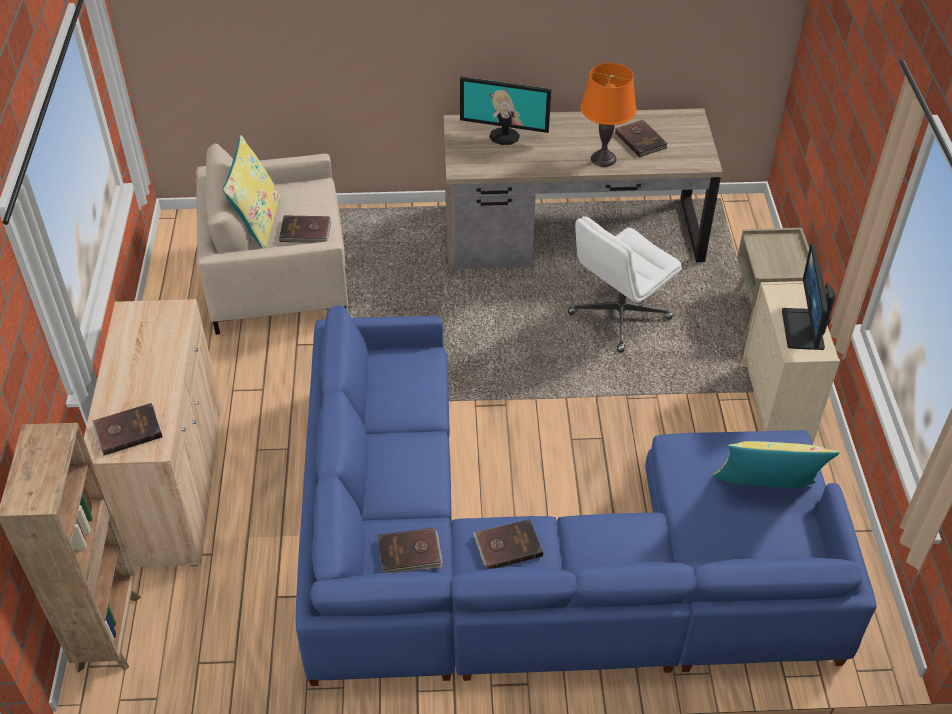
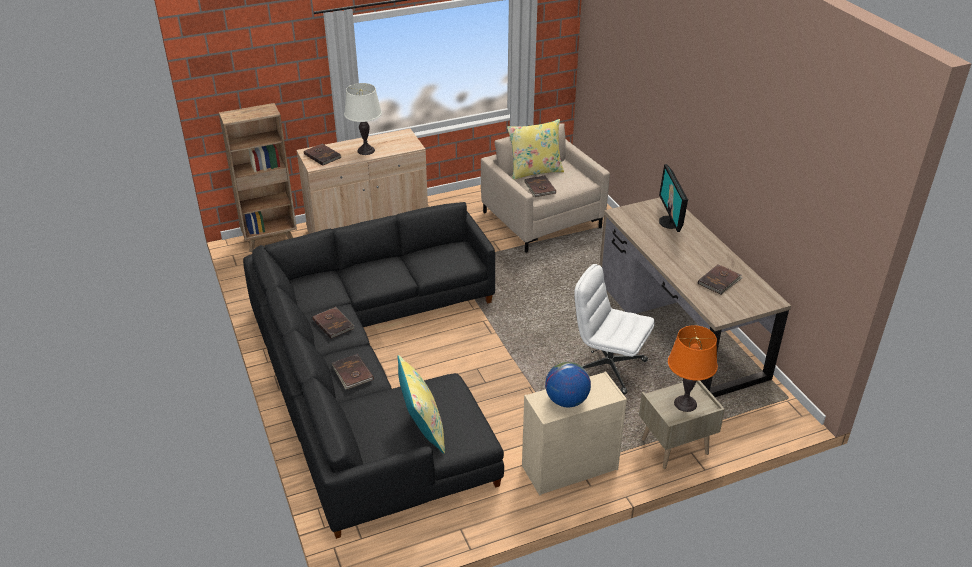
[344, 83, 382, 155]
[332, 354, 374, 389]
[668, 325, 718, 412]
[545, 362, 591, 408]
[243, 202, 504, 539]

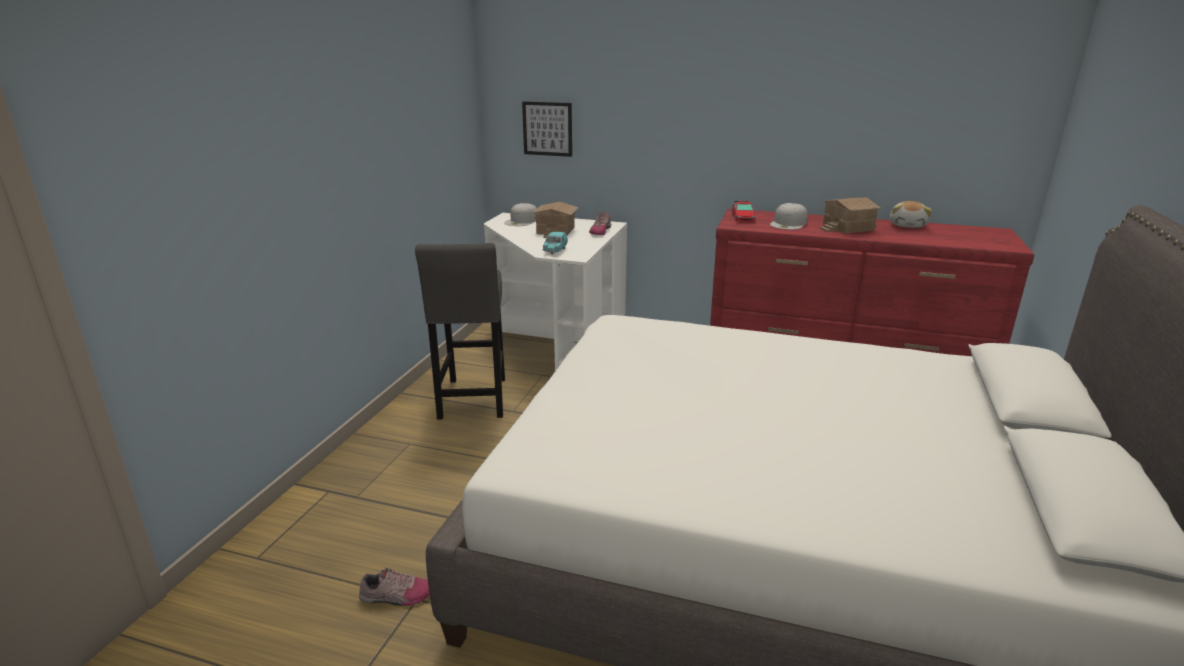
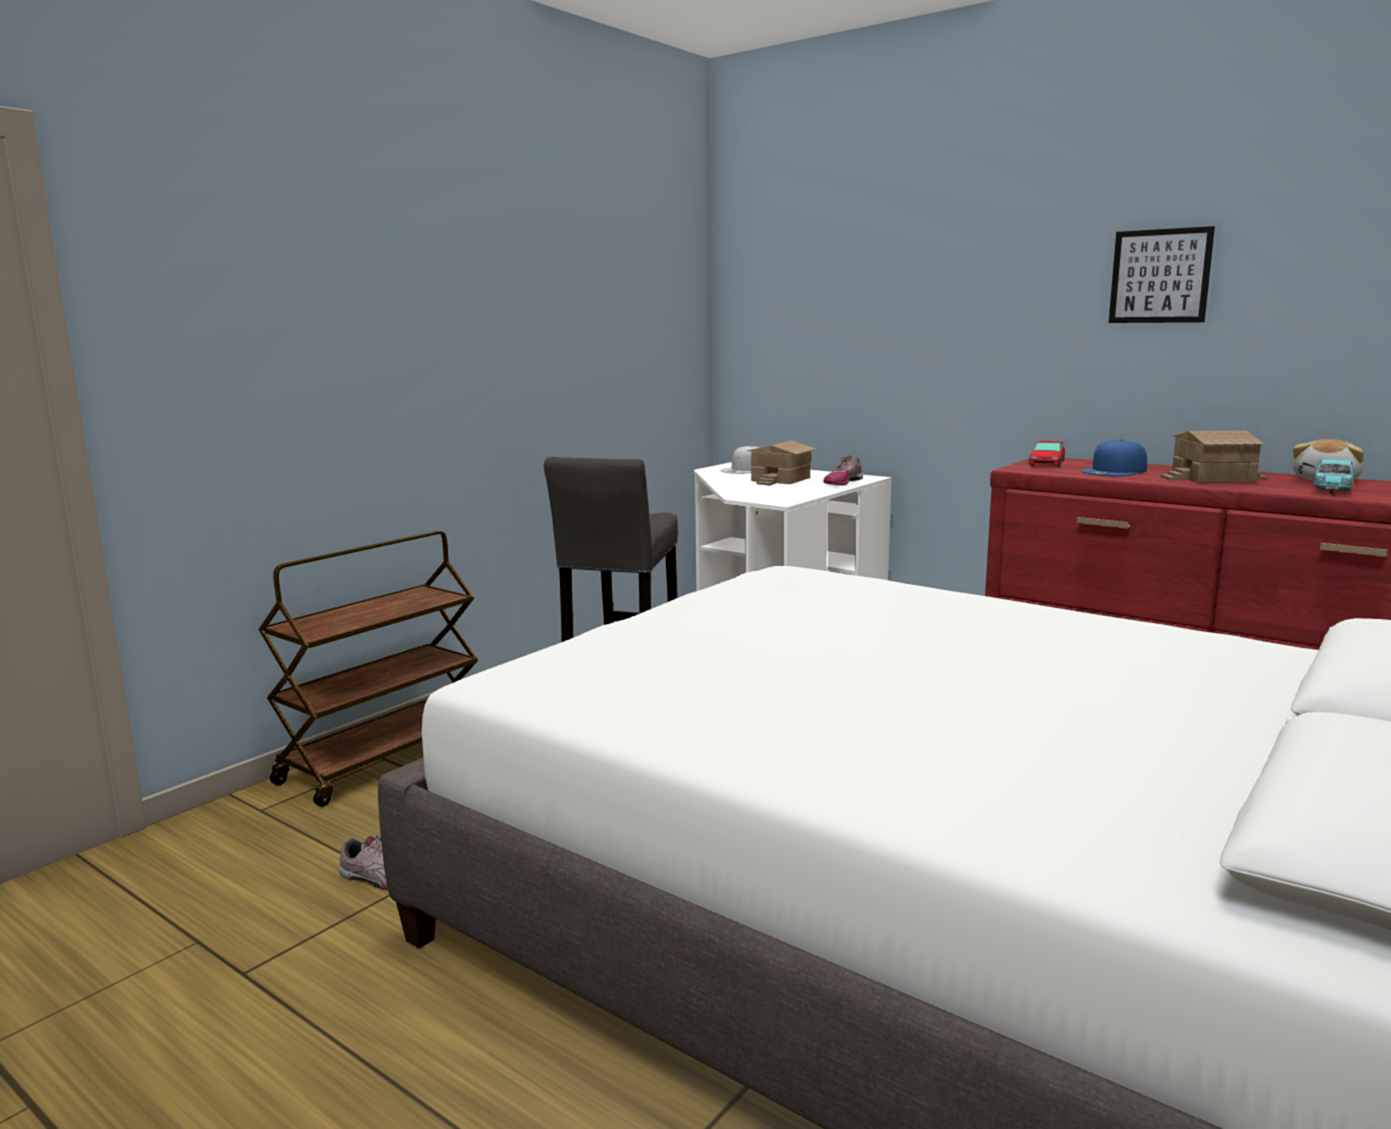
[258, 531, 479, 807]
[1109, 226, 1215, 323]
[1314, 459, 1354, 494]
[1081, 440, 1147, 476]

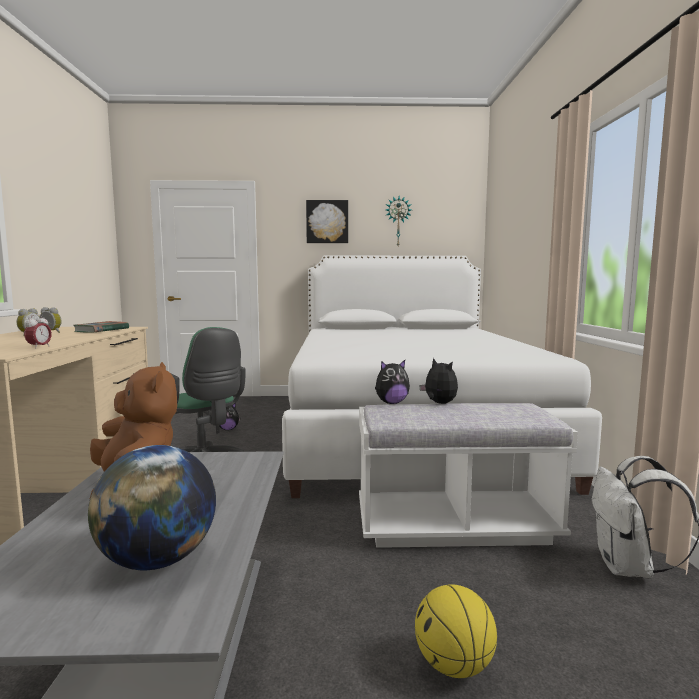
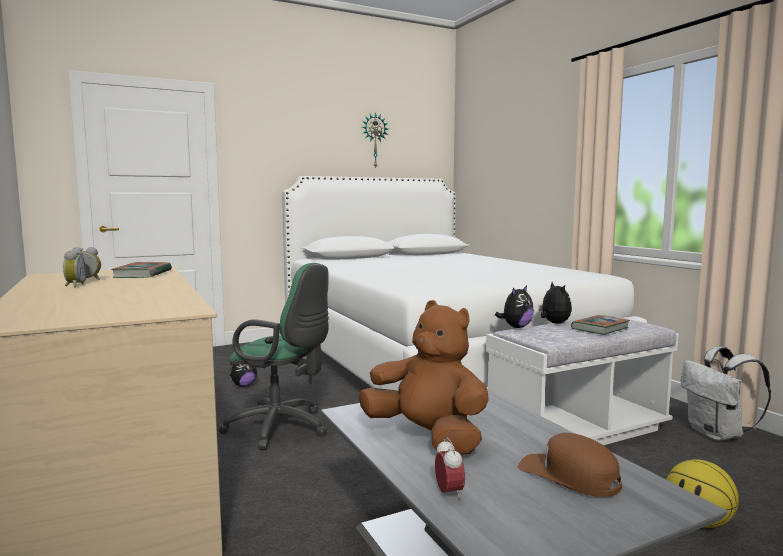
[306, 200, 348, 243] (first image)
[571, 315, 630, 335]
[435, 437, 465, 500]
[518, 433, 622, 497]
[538, 282, 572, 324]

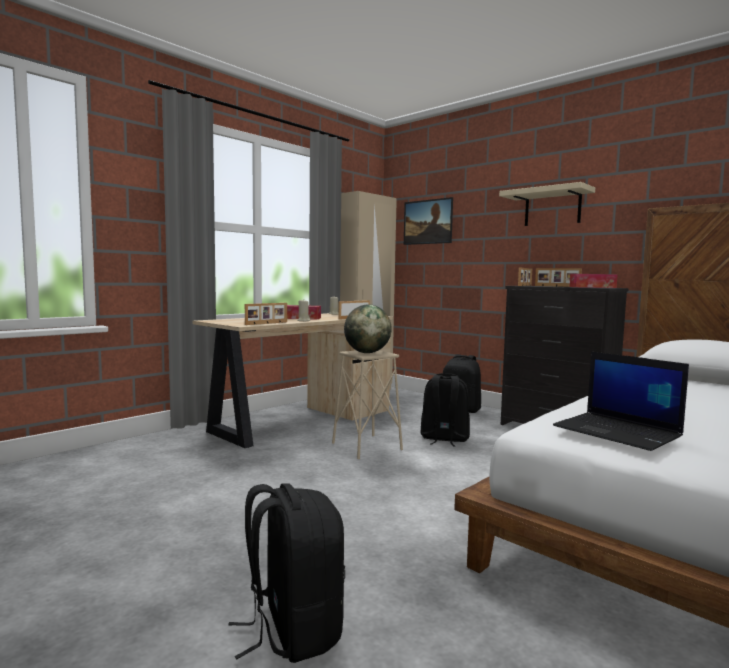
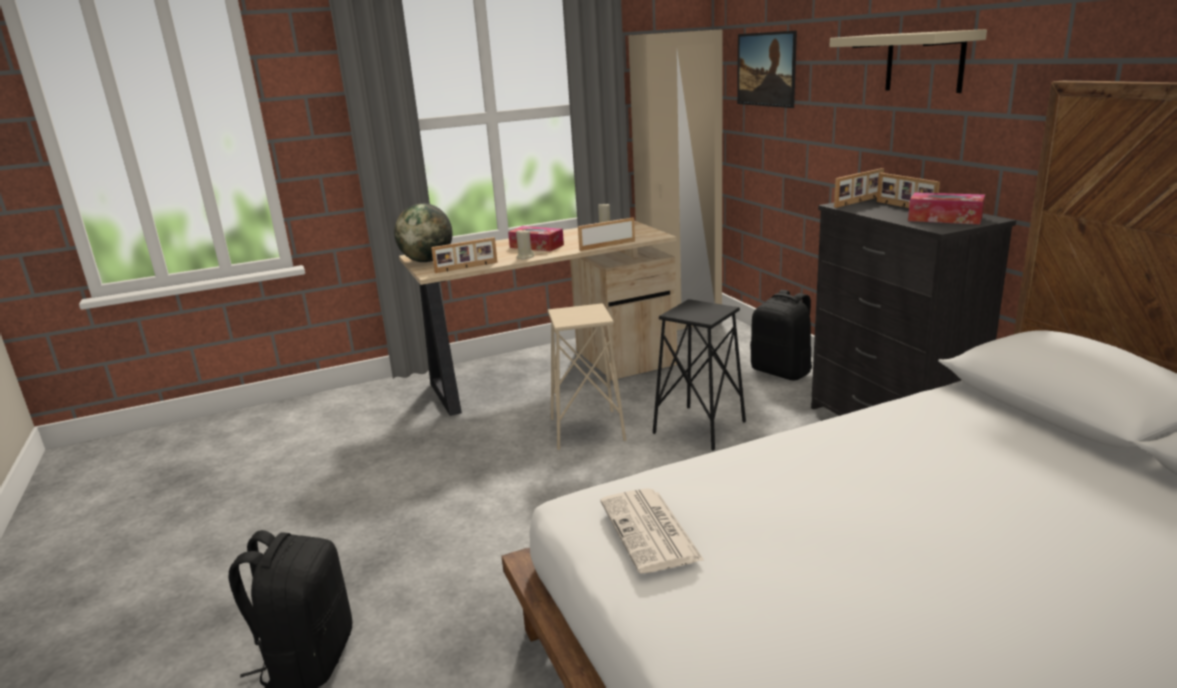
[394, 203, 453, 262]
[653, 299, 746, 451]
[600, 488, 704, 573]

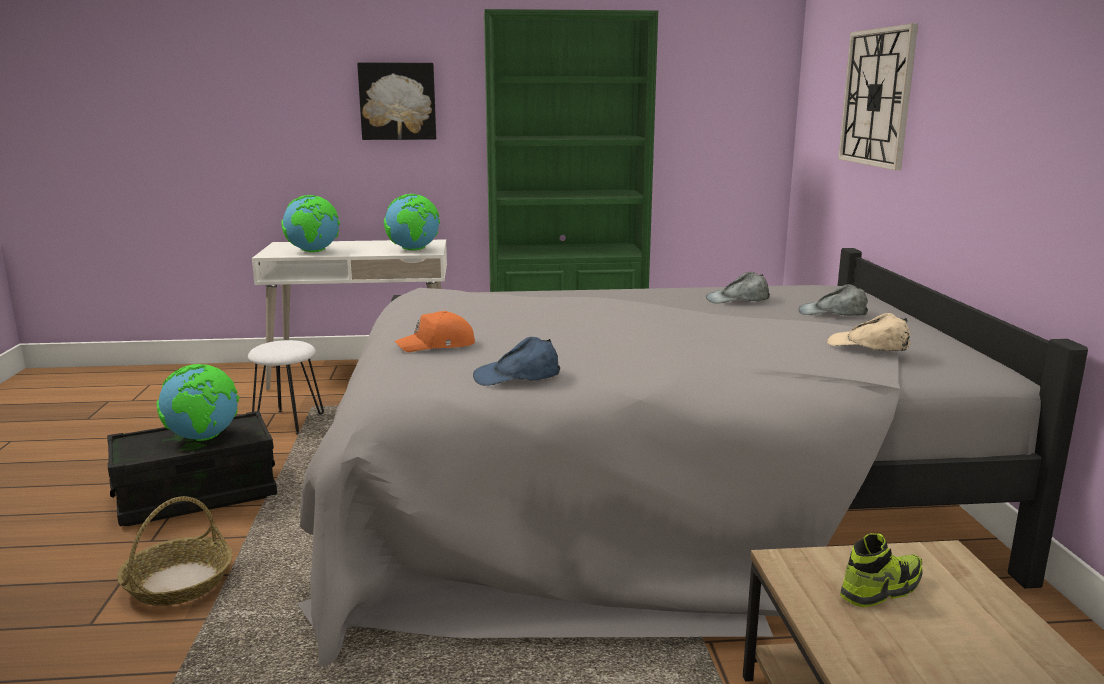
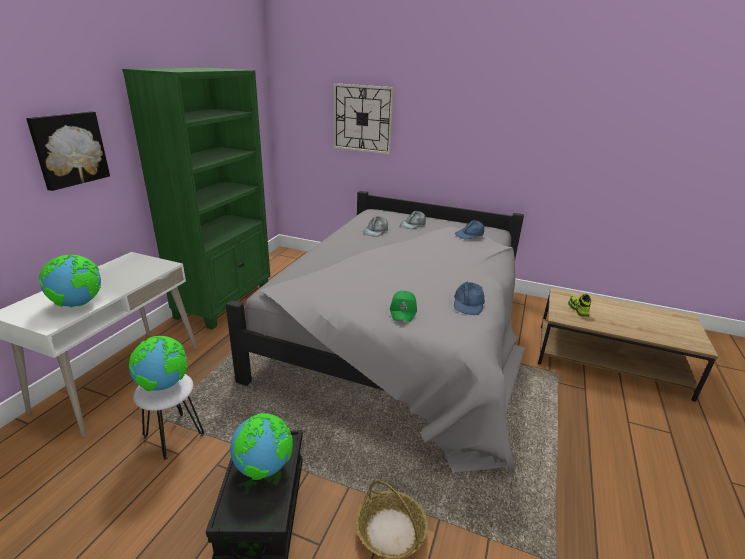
[129, 336, 188, 391]
[390, 291, 417, 322]
[455, 220, 484, 240]

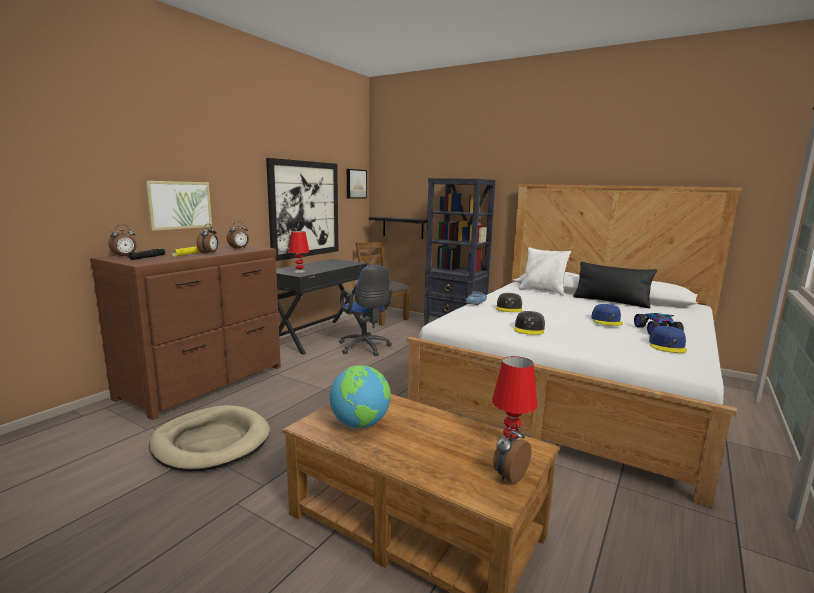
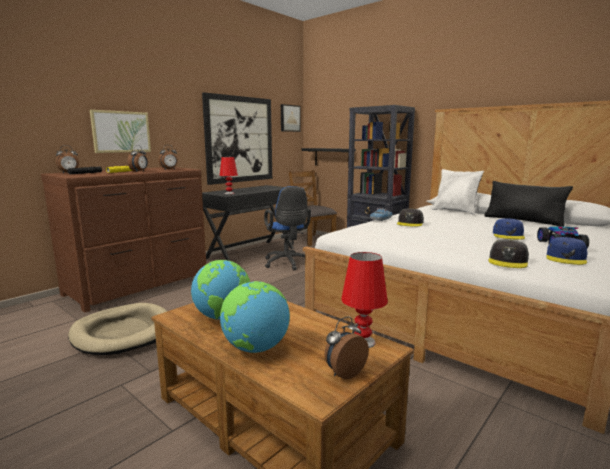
[220, 281, 290, 353]
[488, 240, 529, 268]

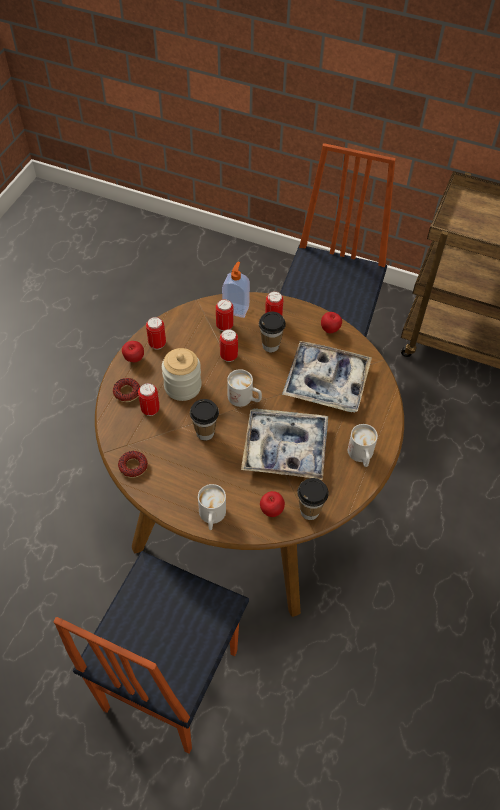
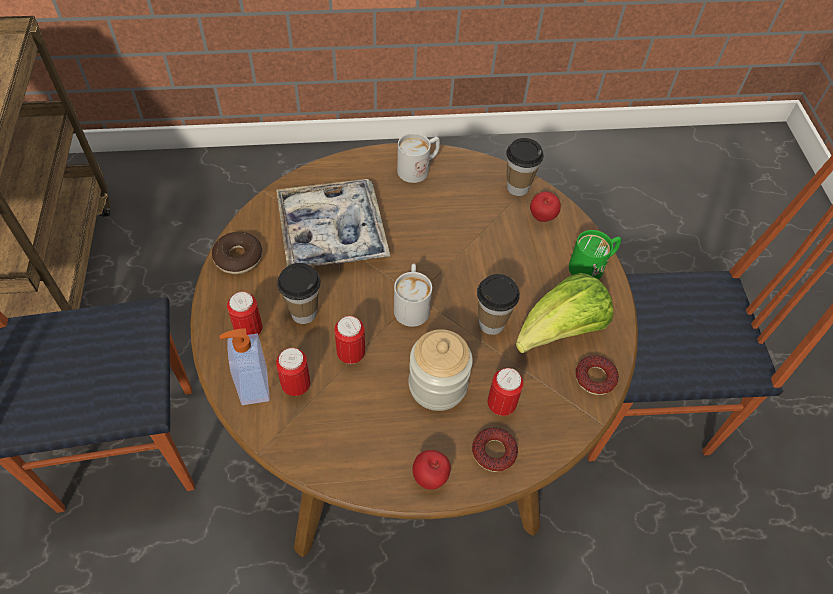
[146, 317, 166, 350] (first image)
[241, 408, 328, 480] (first image)
[516, 273, 614, 353]
[212, 232, 262, 274]
[569, 230, 621, 280]

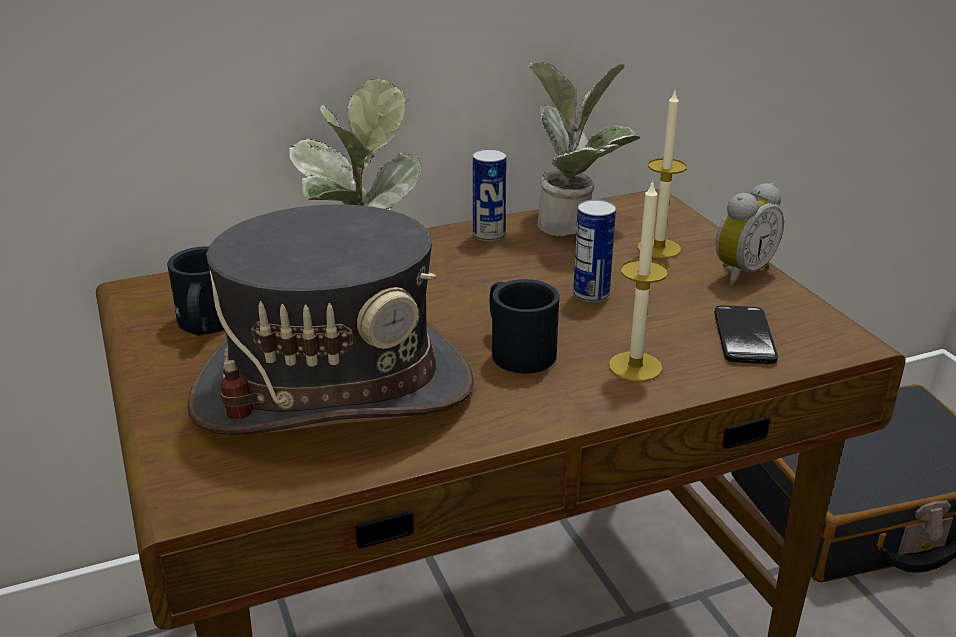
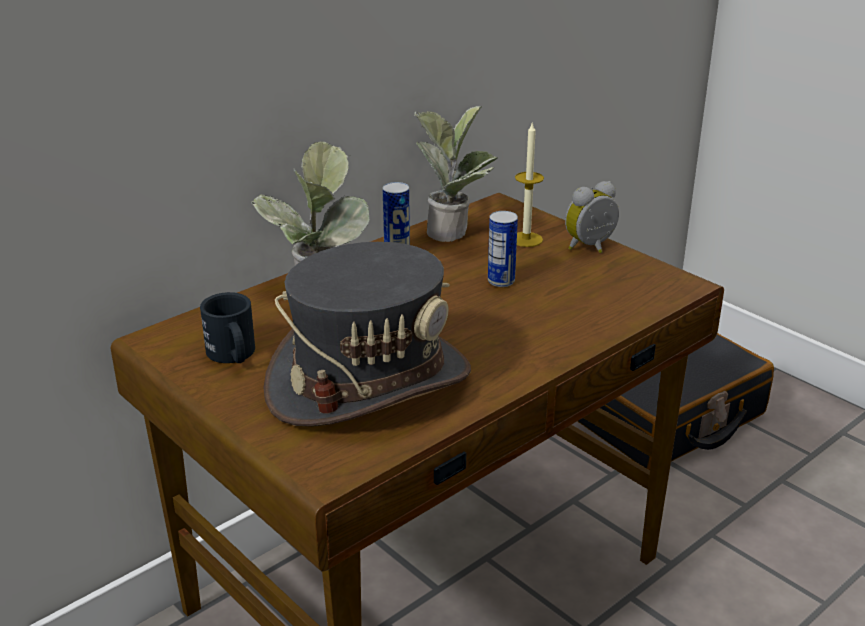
[490, 279, 560, 373] (first image)
[609, 180, 669, 382] (first image)
[714, 305, 778, 364] (first image)
[565, 181, 619, 253]

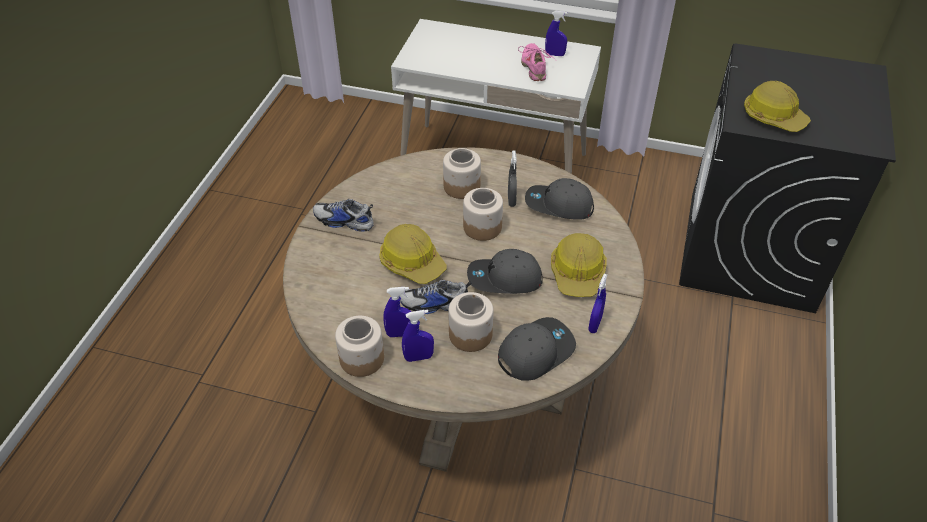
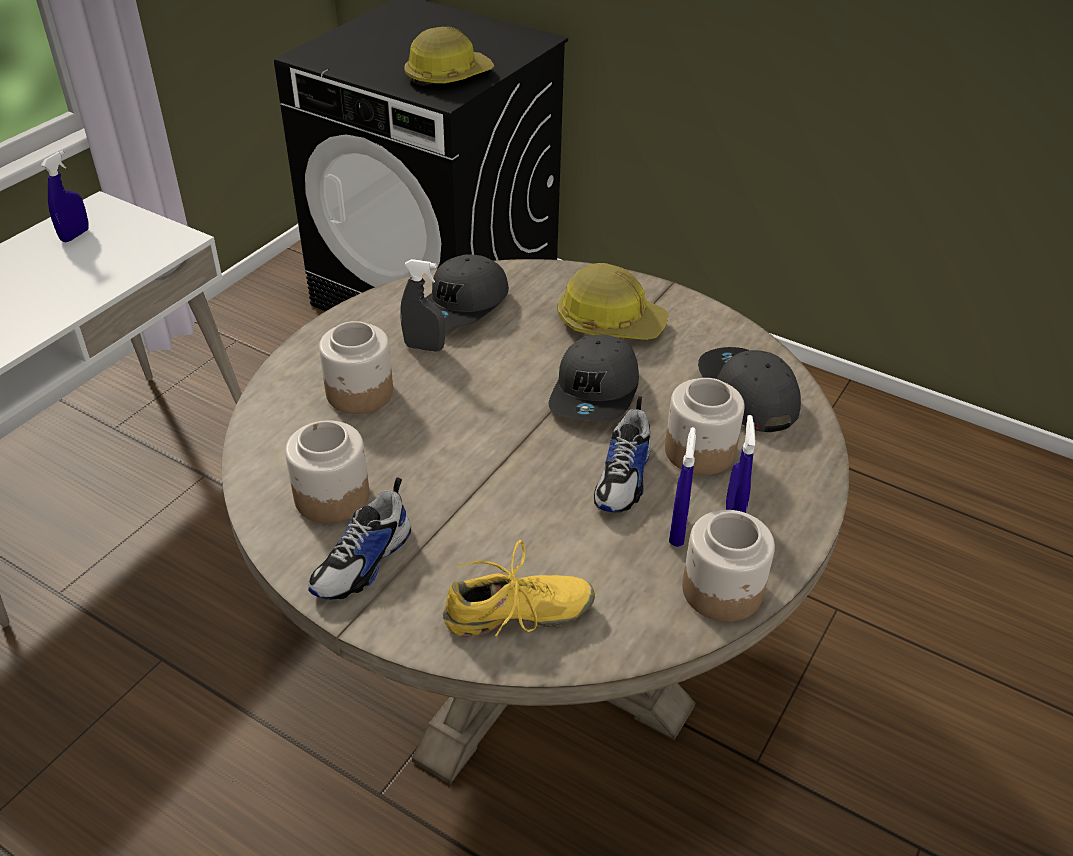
[379, 224, 447, 284] (first image)
[518, 43, 556, 81] (first image)
[588, 274, 607, 333] (first image)
[443, 540, 595, 637]
[285, 421, 369, 523]

